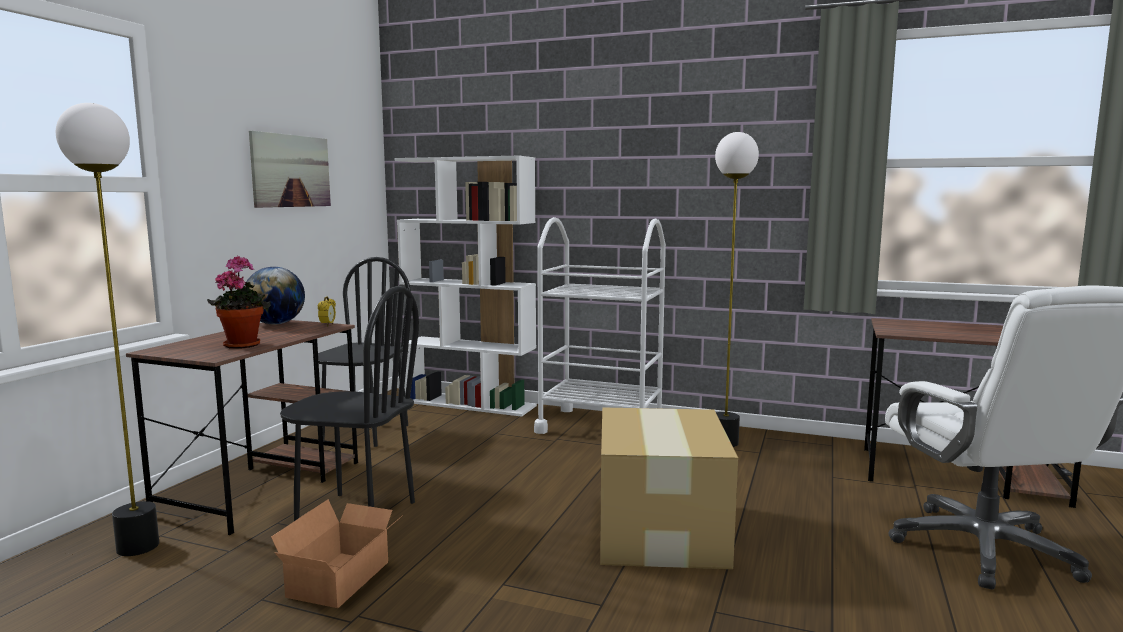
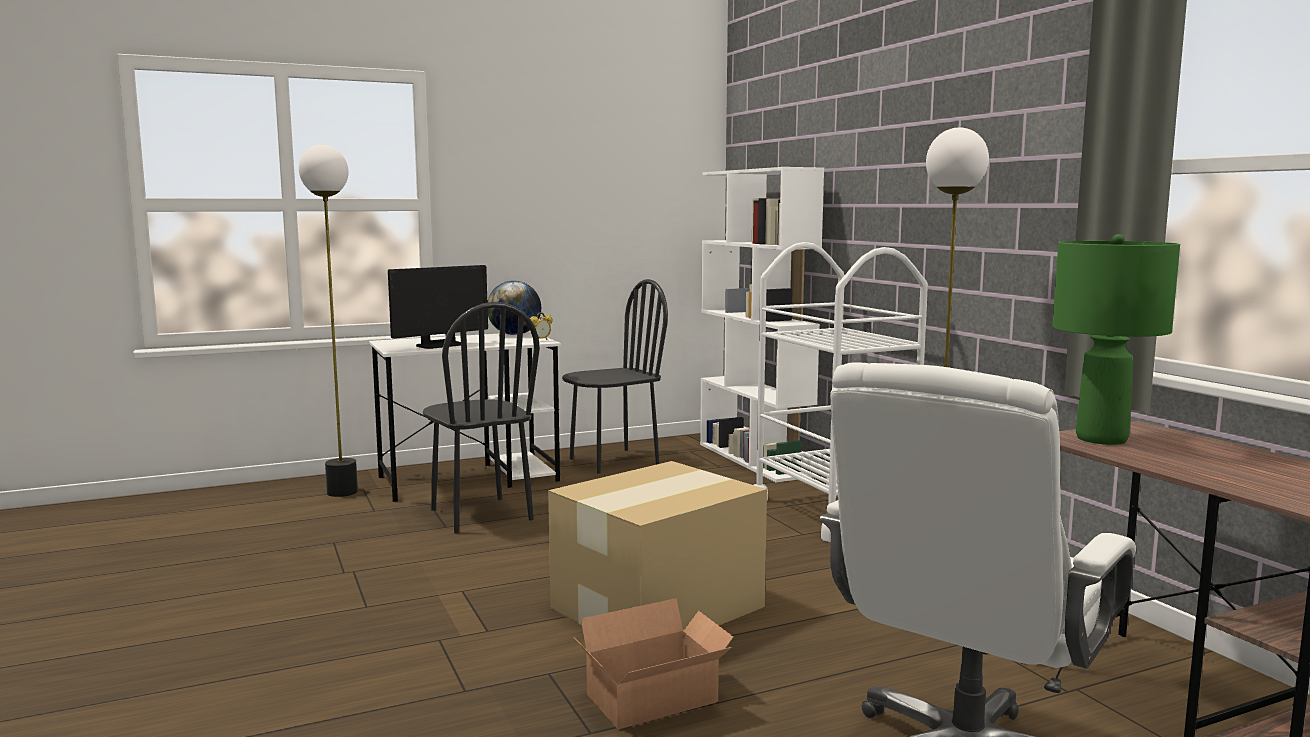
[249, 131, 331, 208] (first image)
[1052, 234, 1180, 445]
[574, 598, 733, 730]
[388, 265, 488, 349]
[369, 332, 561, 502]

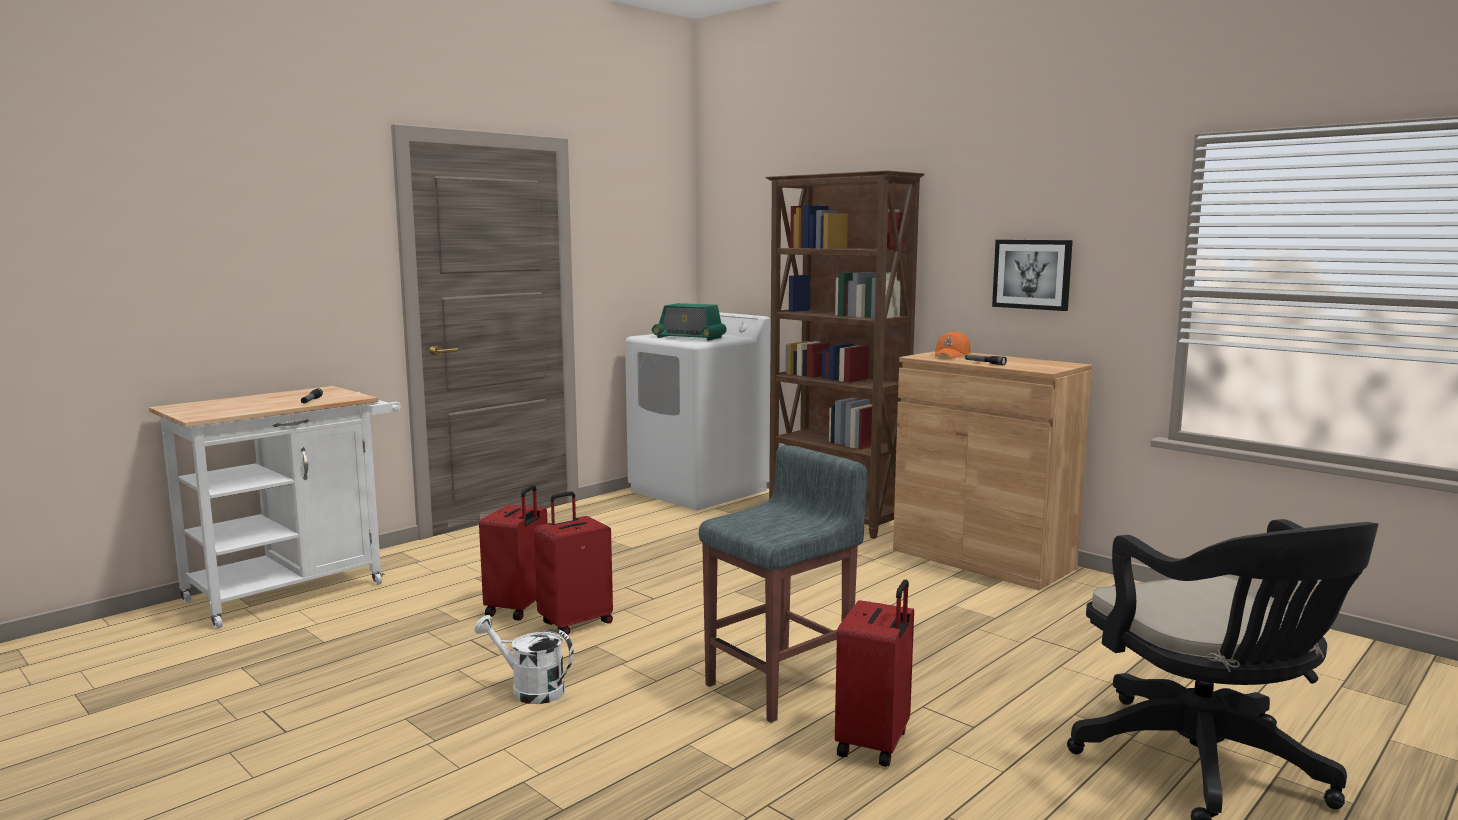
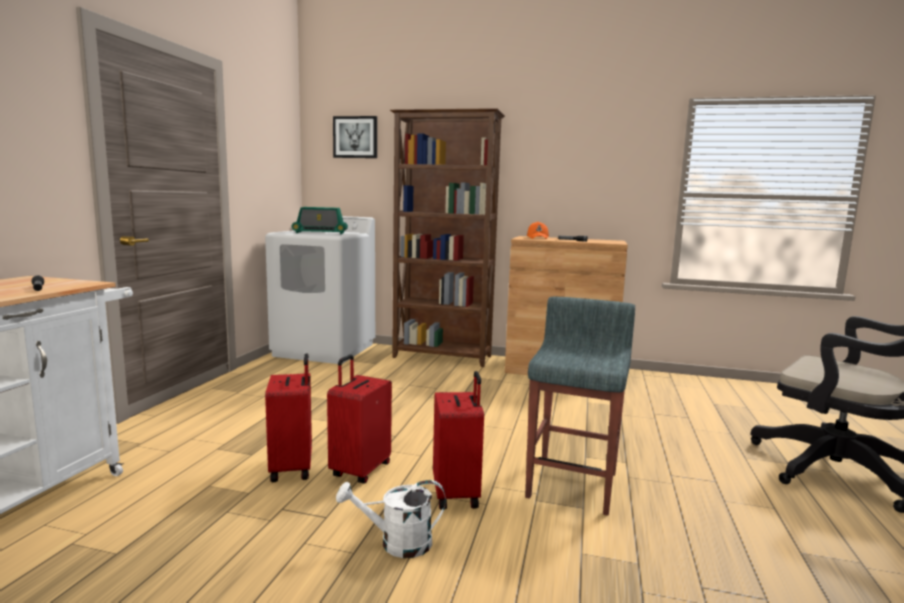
[433, 371, 484, 510]
[333, 116, 377, 158]

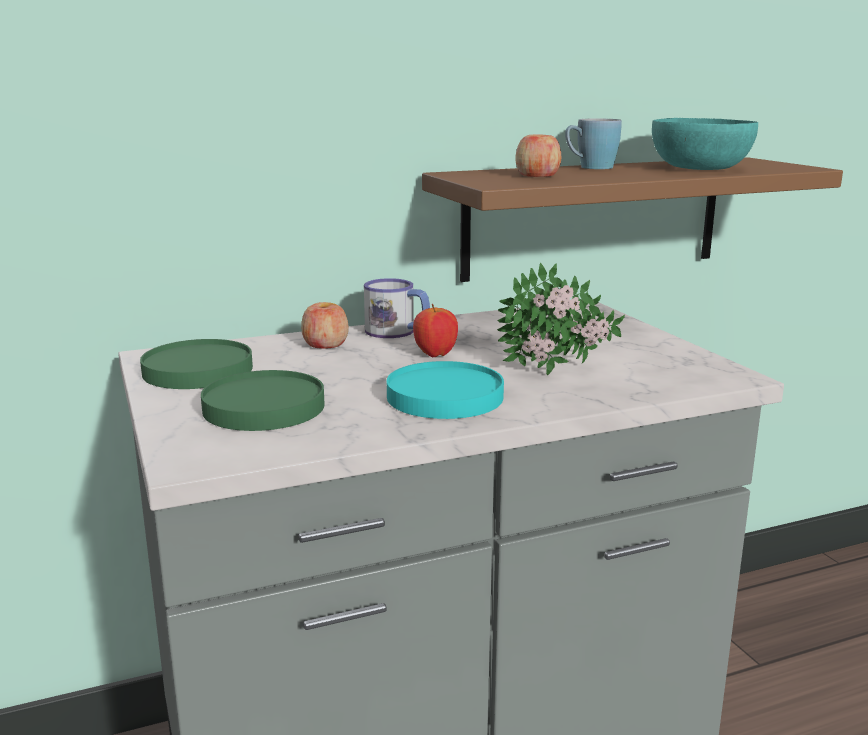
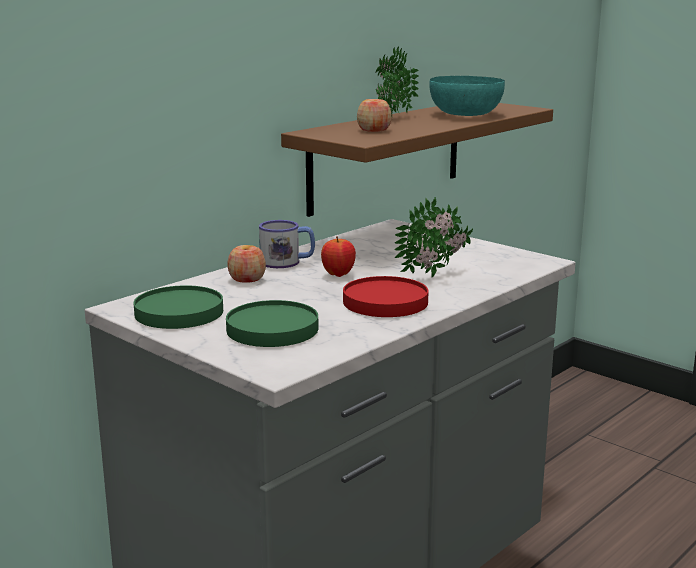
[376, 46, 419, 116]
[343, 276, 428, 317]

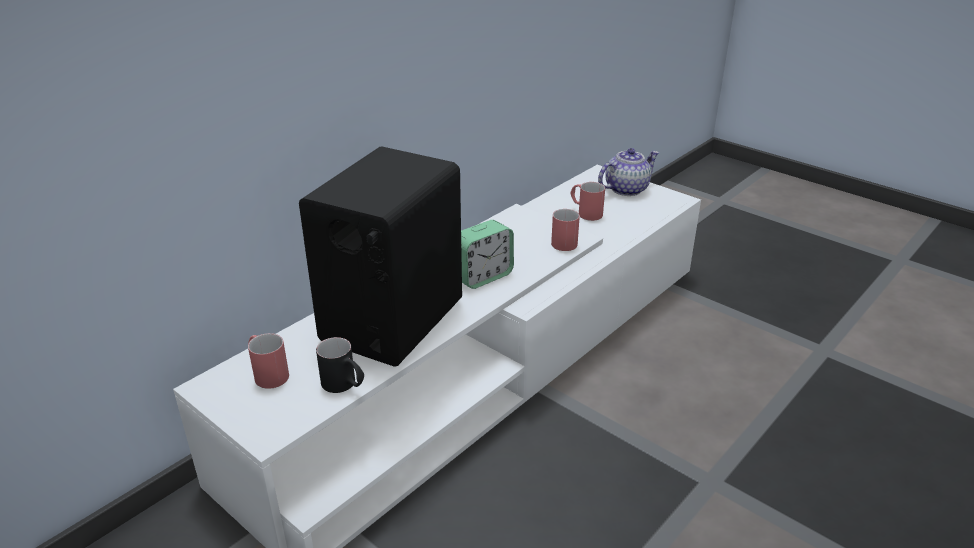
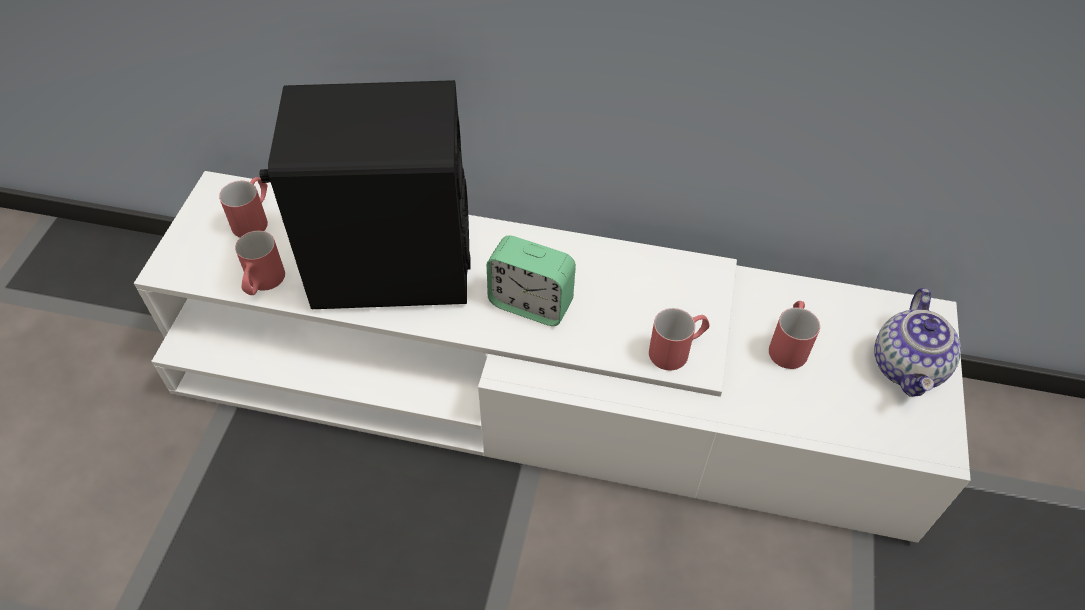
[235, 231, 285, 295]
[874, 288, 961, 397]

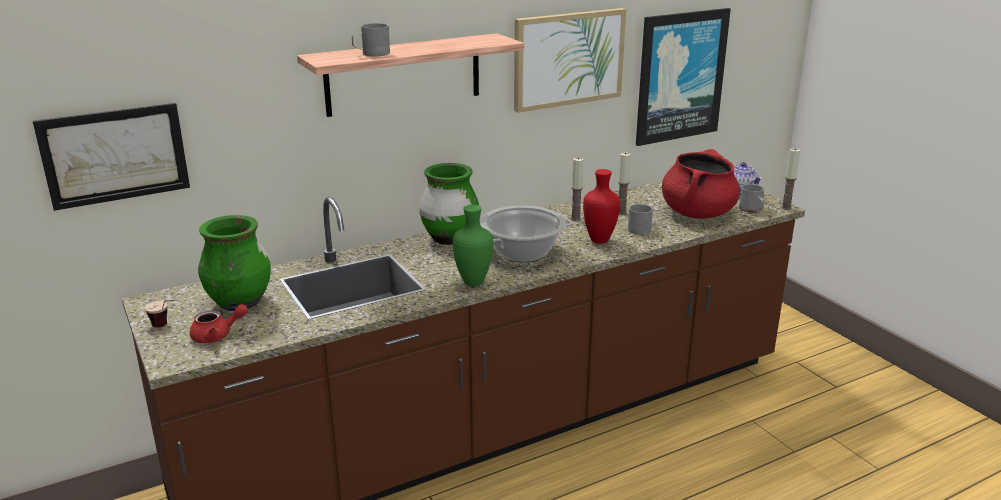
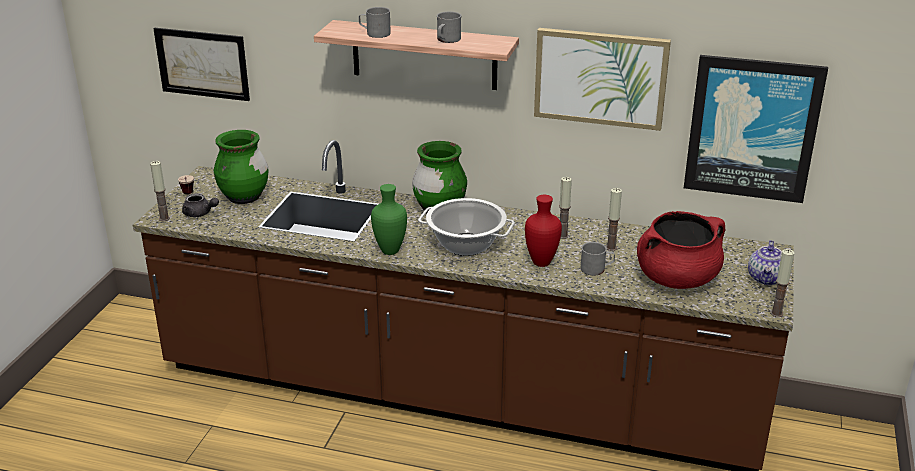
[150, 161, 170, 221]
[437, 12, 462, 43]
[182, 193, 219, 217]

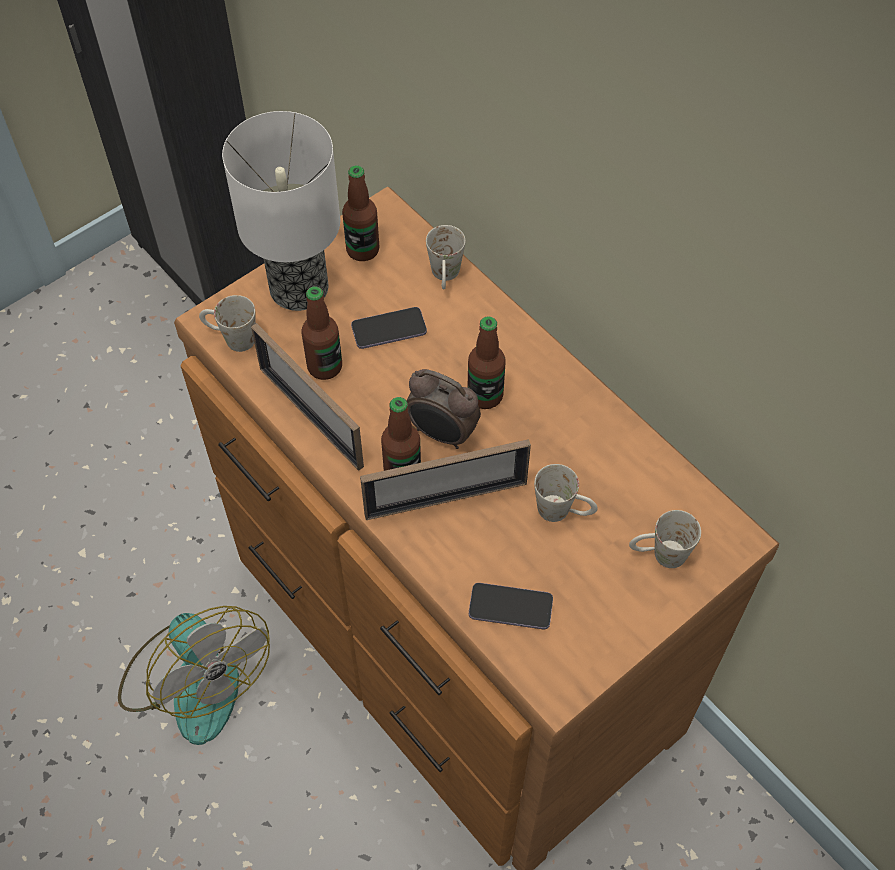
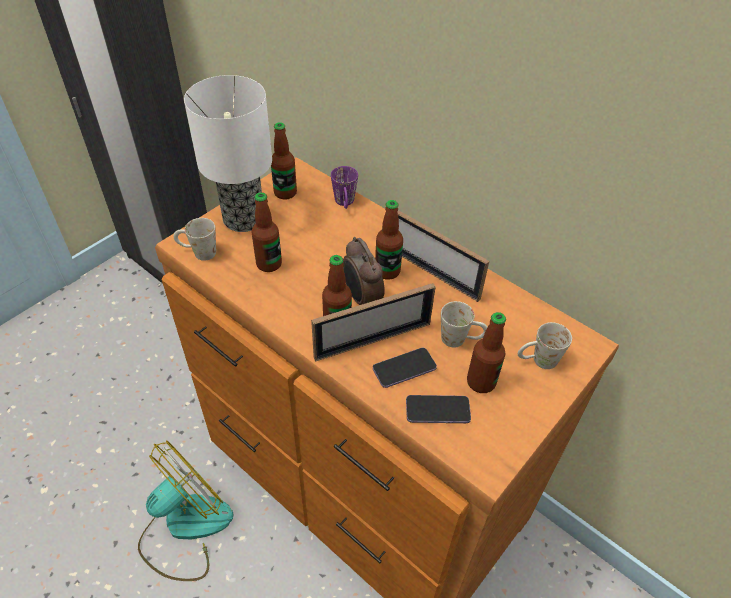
[467, 312, 506, 393]
[398, 210, 489, 302]
[373, 348, 437, 388]
[331, 166, 358, 209]
[138, 440, 233, 581]
[343, 237, 385, 305]

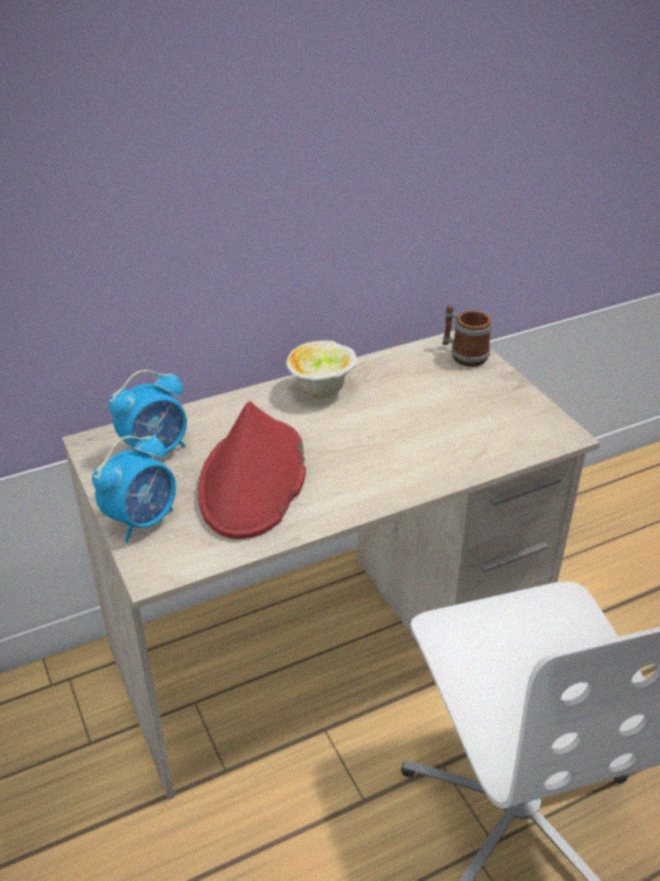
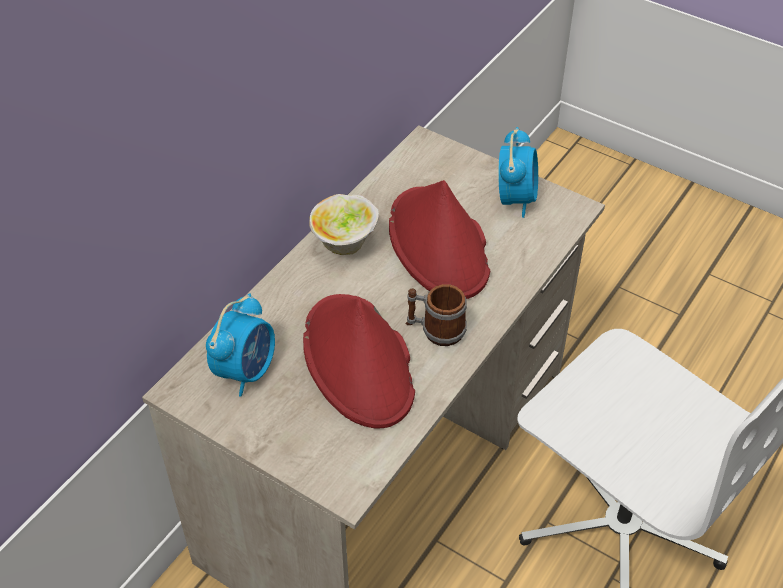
[389, 180, 490, 299]
[498, 127, 538, 218]
[406, 284, 467, 346]

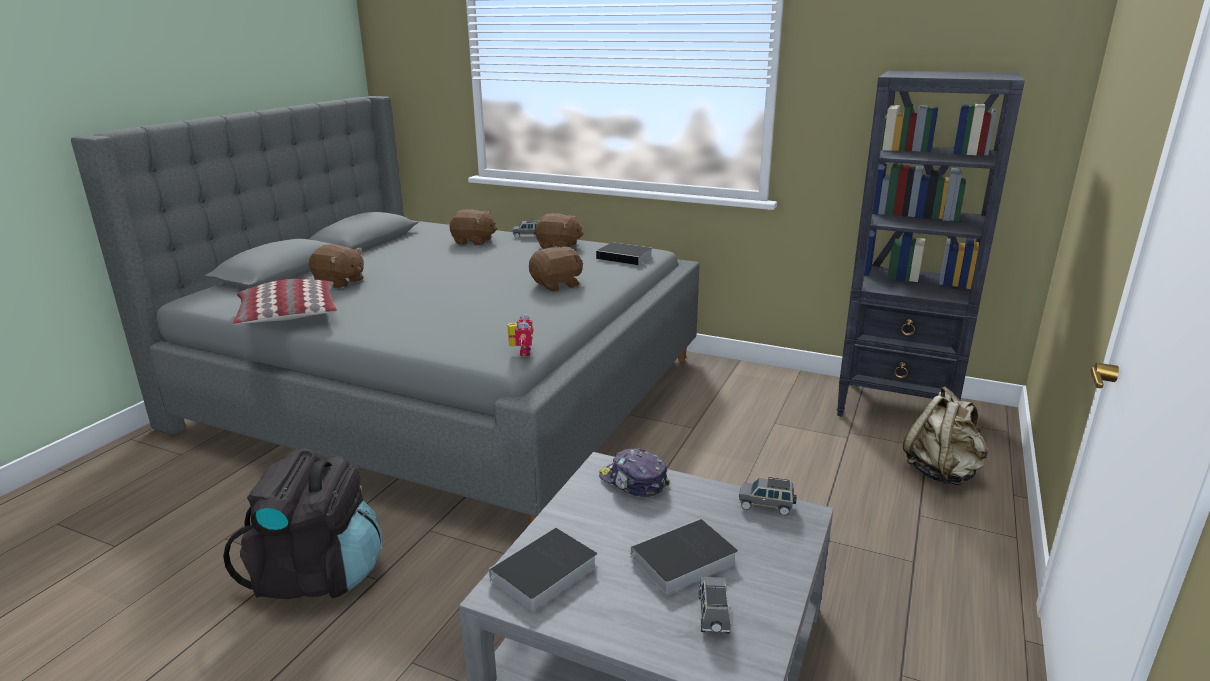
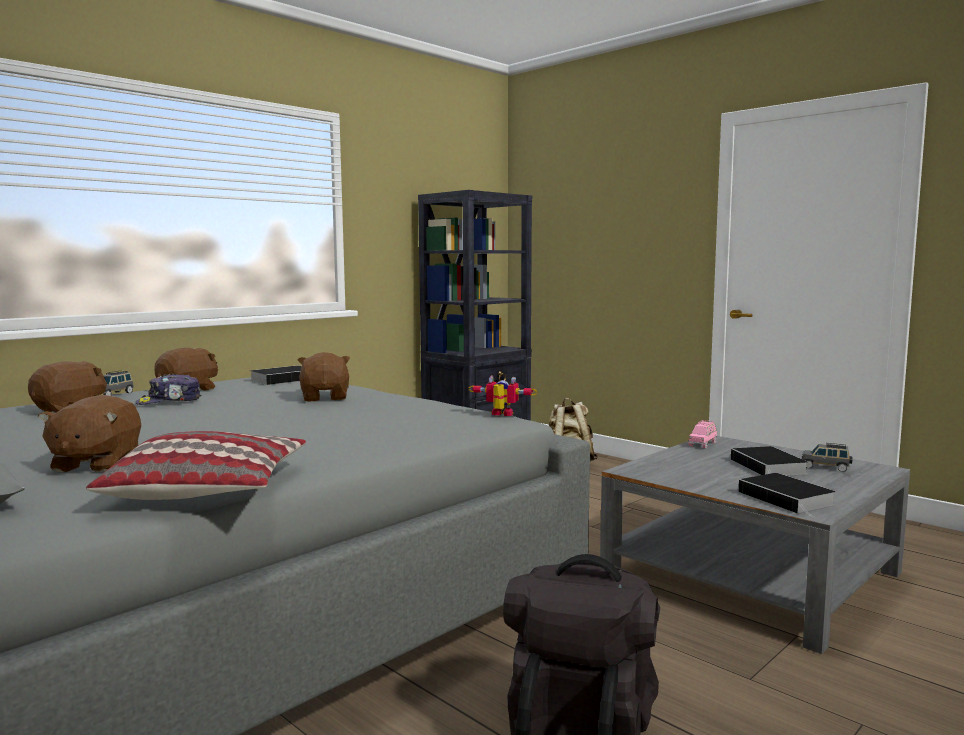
[135, 374, 201, 405]
[689, 420, 717, 448]
[38, 395, 141, 472]

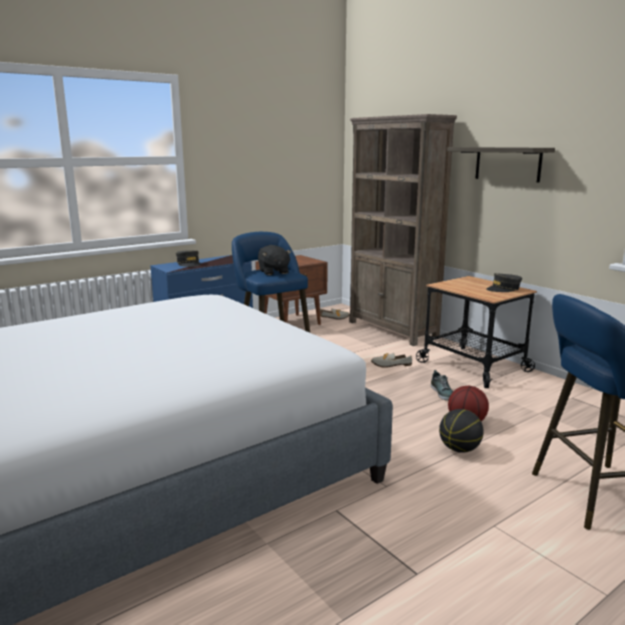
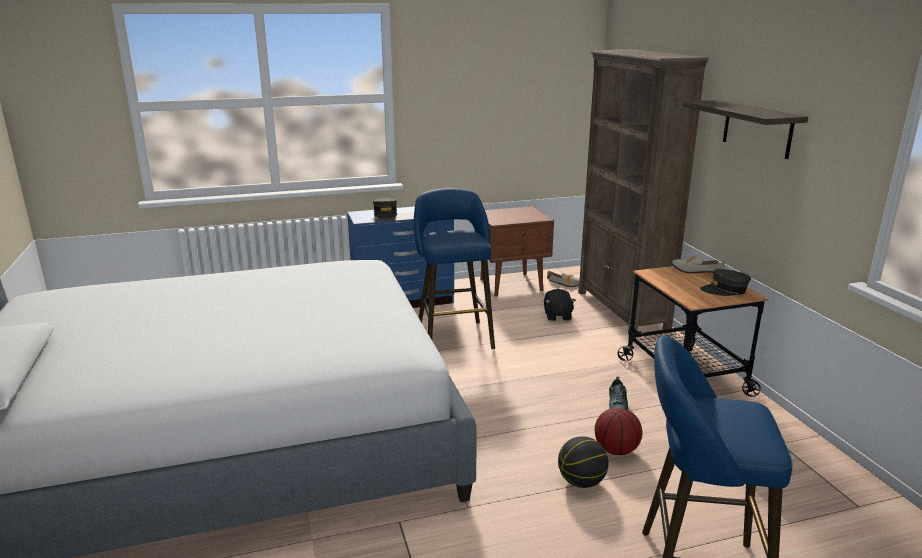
[544, 289, 576, 321]
[672, 256, 725, 273]

